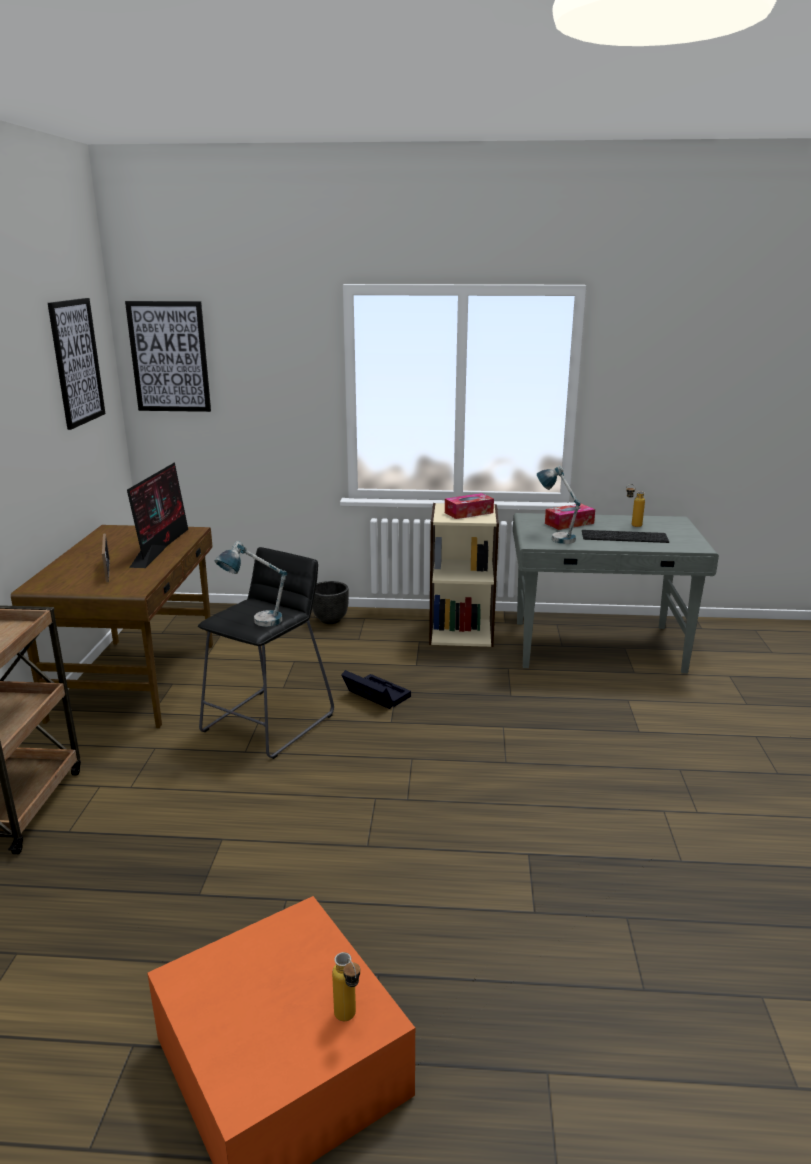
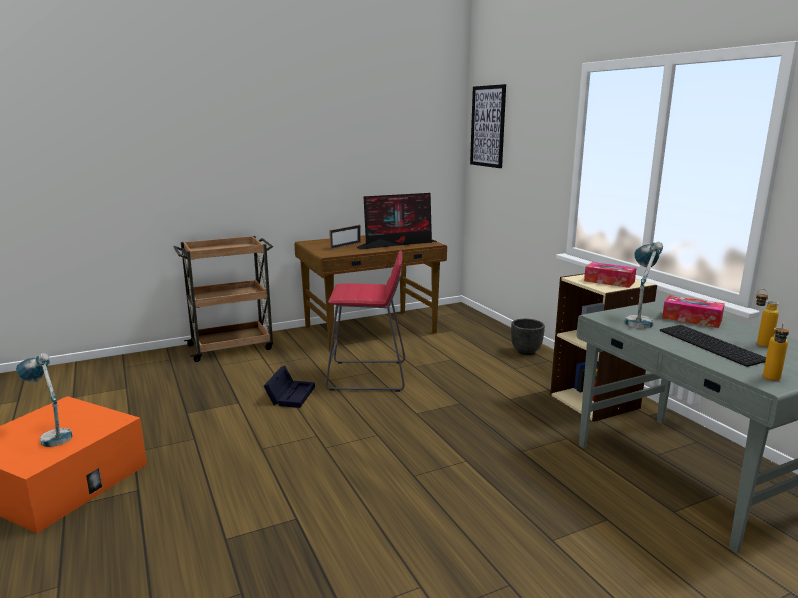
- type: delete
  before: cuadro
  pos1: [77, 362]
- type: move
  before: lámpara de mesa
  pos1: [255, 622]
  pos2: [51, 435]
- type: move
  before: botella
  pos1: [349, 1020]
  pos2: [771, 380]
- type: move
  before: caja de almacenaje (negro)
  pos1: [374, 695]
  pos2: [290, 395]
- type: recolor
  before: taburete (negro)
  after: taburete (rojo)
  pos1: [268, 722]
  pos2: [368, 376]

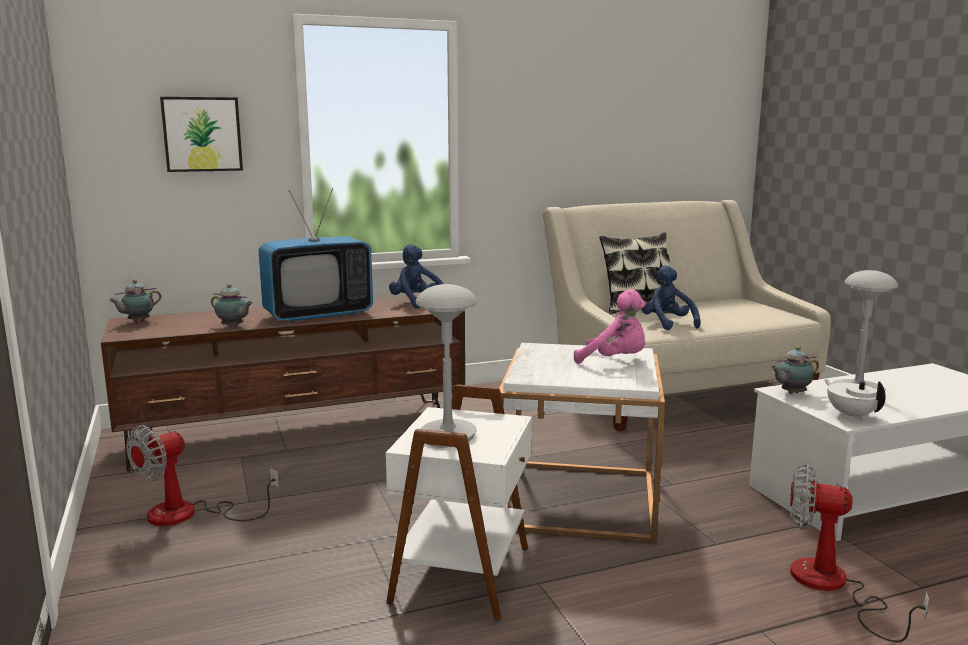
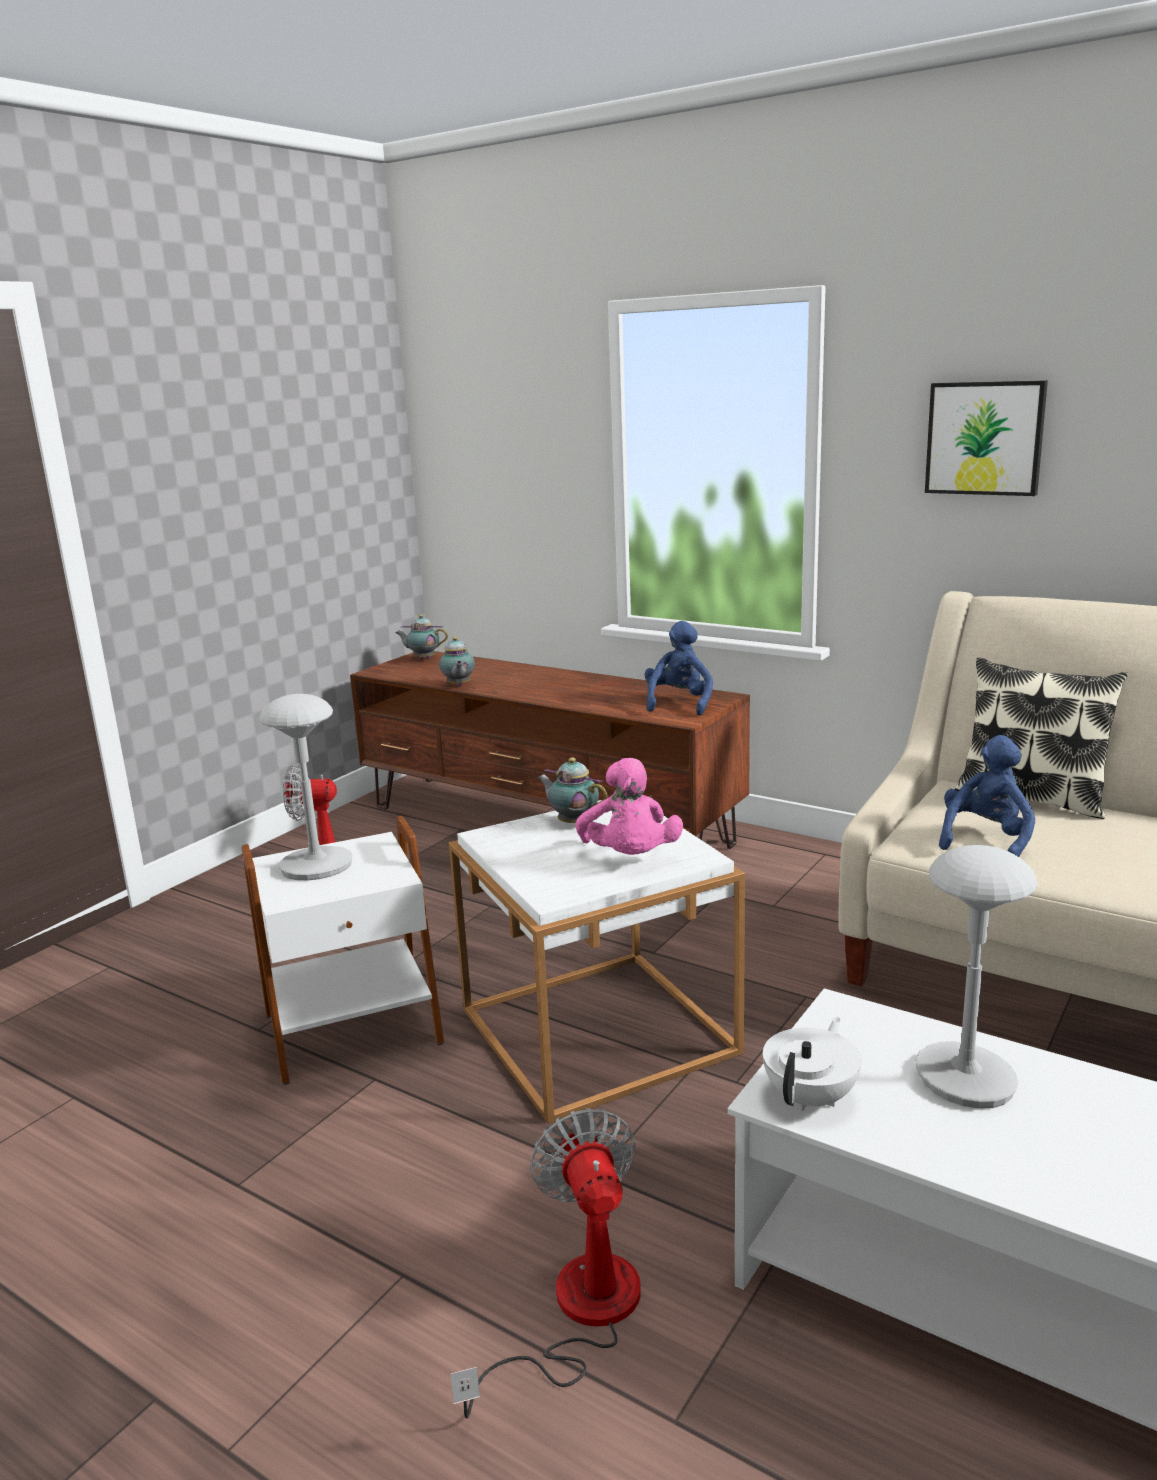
- type: delete
  before: televisor
  pos1: [318, 315]
- type: move
  before: cuadro
  pos1: [202, 134]
  pos2: [985, 438]
- type: move
  before: tetera
  pos1: [791, 393]
  pos2: [573, 823]

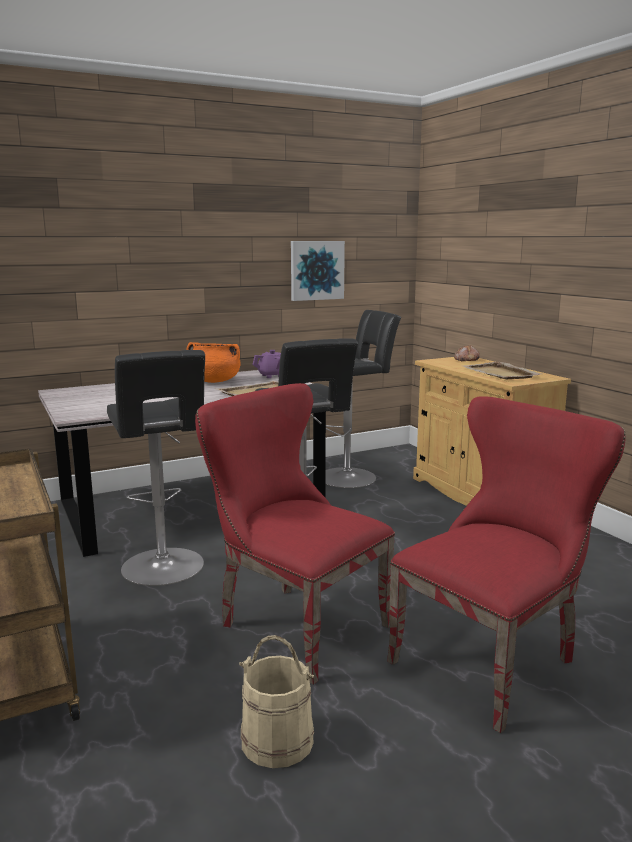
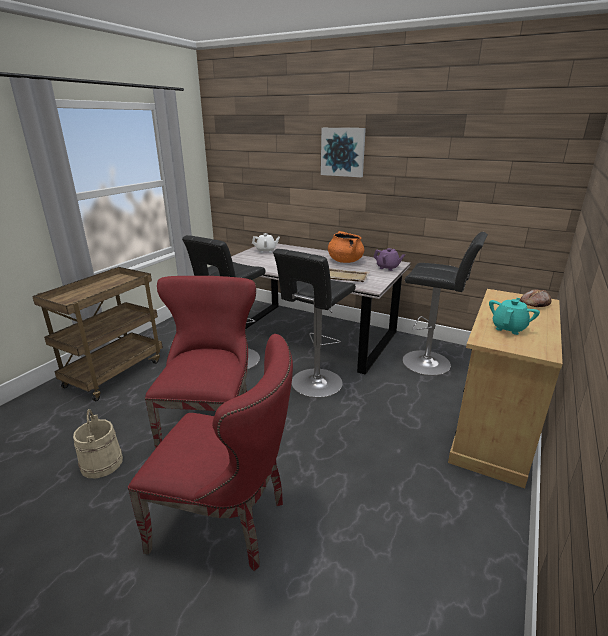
- type: insert
  after: tetera (blanco)
  pos2: [266, 251]
- type: move
  before: cuadro
  pos1: [316, 270]
  pos2: [343, 152]
- type: replace
  before: bandeja (beis)
  after: tetera (turquesa)
  pos1: [500, 373]
  pos2: [509, 328]

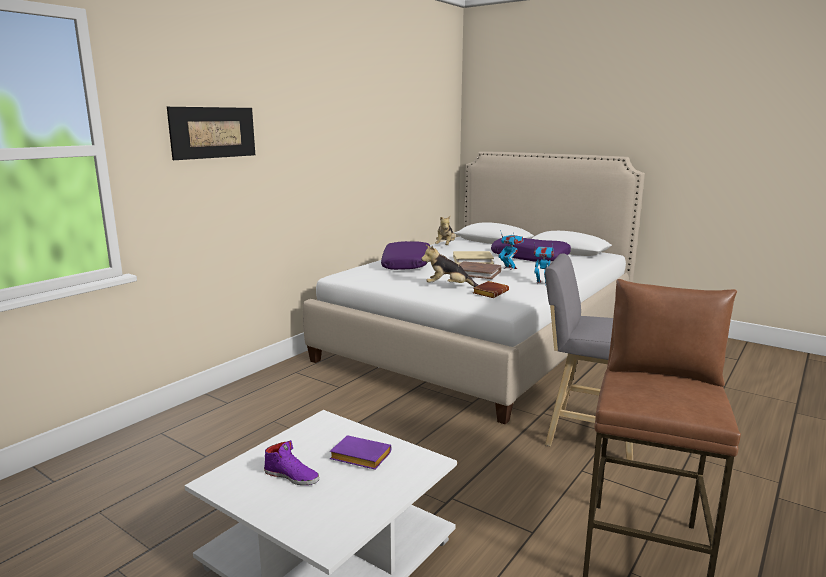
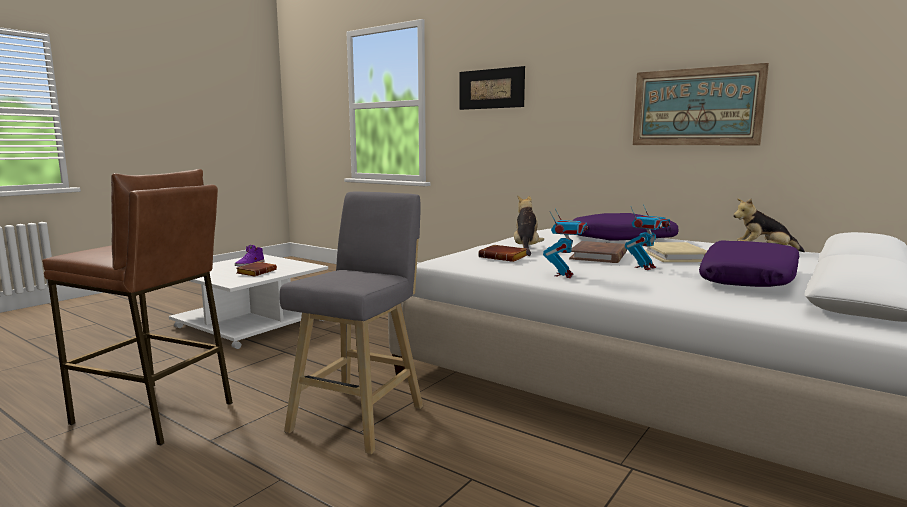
- type: insert
  after: cuadro
  pos2: [696, 107]
- type: recolor
  before: libro (morado)
  after: libro (marrón)
  pos1: [358, 457]
  pos2: [256, 272]

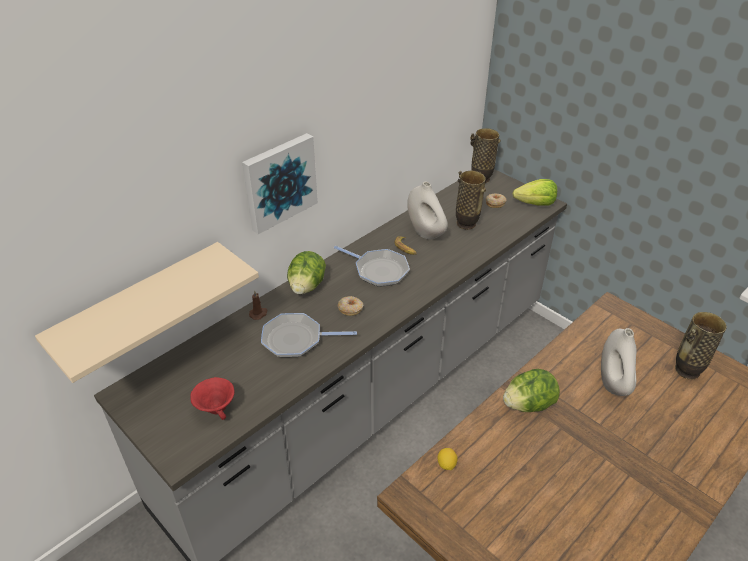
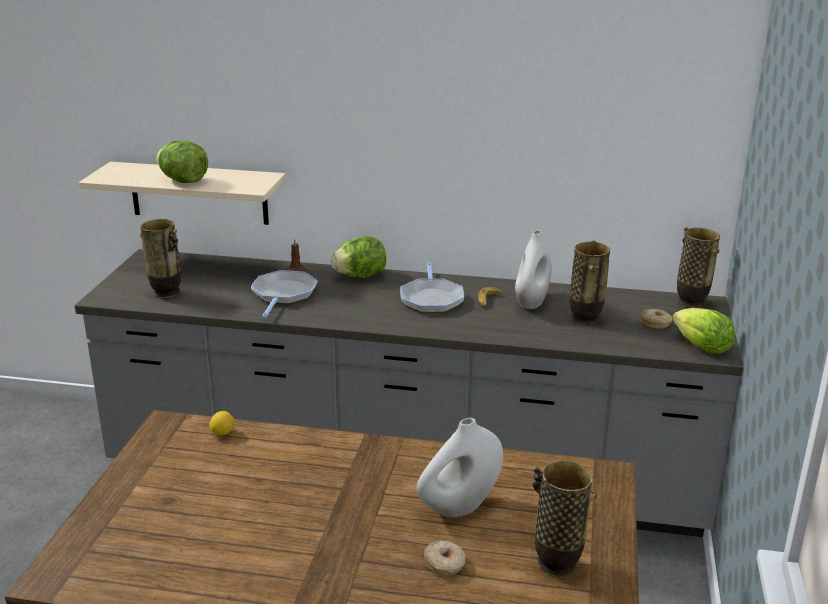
- type: delete
  before: cuadro
  pos1: [279, 182]
- type: move
  before: rosquilla
  pos1: [350, 309]
  pos2: [445, 564]
- type: move
  before: lechuga
  pos1: [528, 404]
  pos2: [183, 181]
- type: replace
  before: cuenco (rojo)
  after: florero
  pos1: [216, 409]
  pos2: [166, 293]
- type: rotate
  before: sartén
  pos1: [296, 339]
  pos2: [283, 294]
  turn: 45

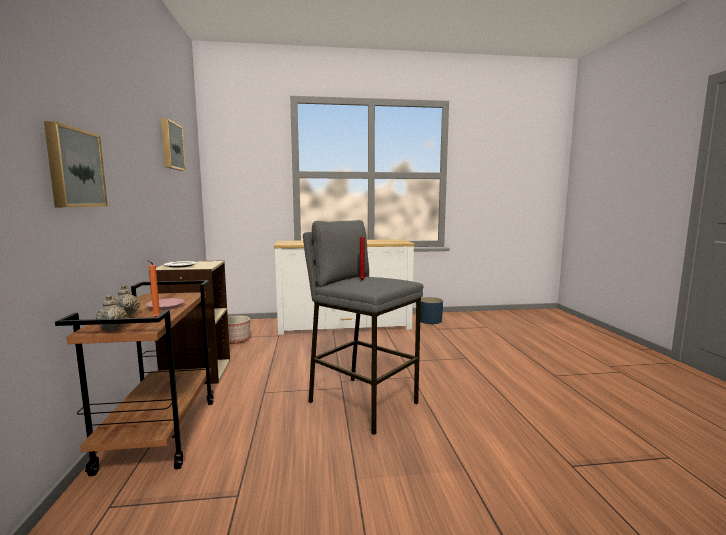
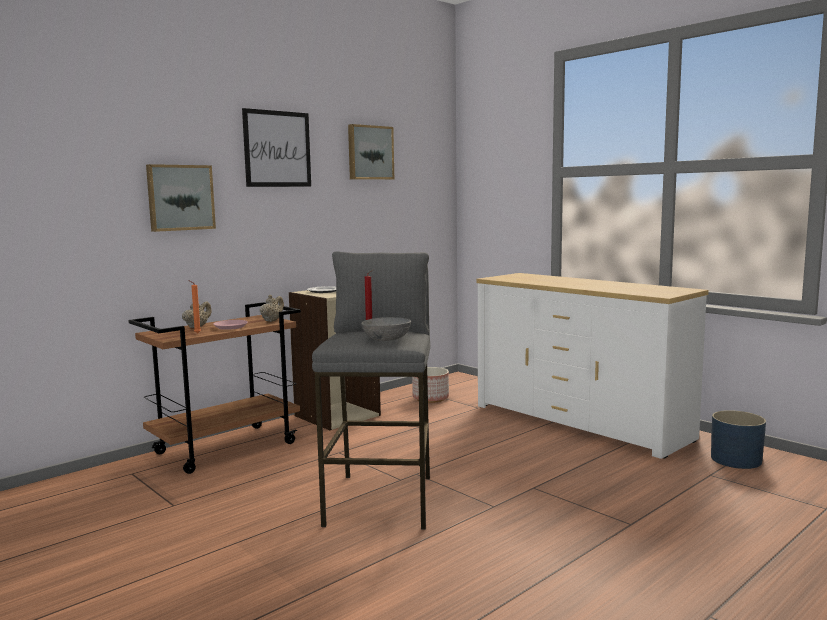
- type: insert
  after: cuadro
  pos2: [277, 149]
- type: insert
  after: cuenco (gris)
  pos2: [387, 339]
- type: move
  before: tetera (beis)
  pos1: [112, 328]
  pos2: [272, 320]

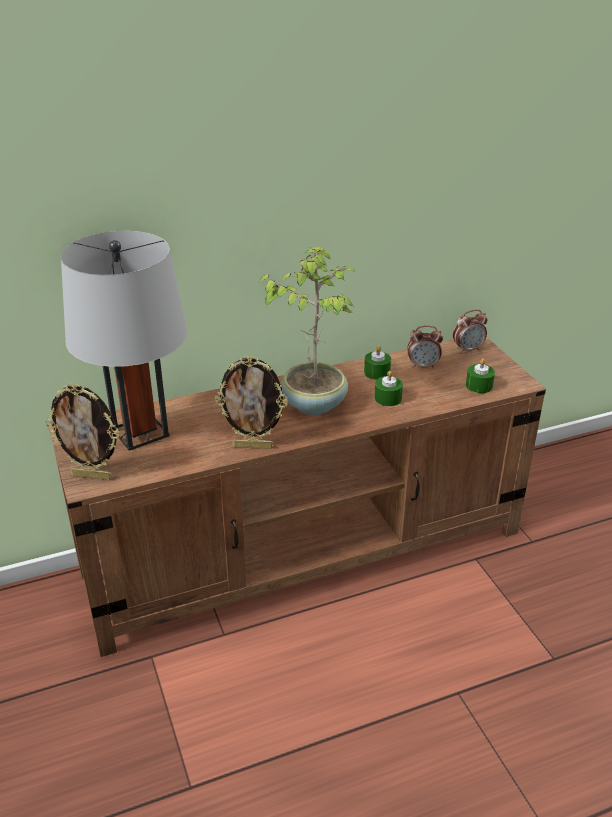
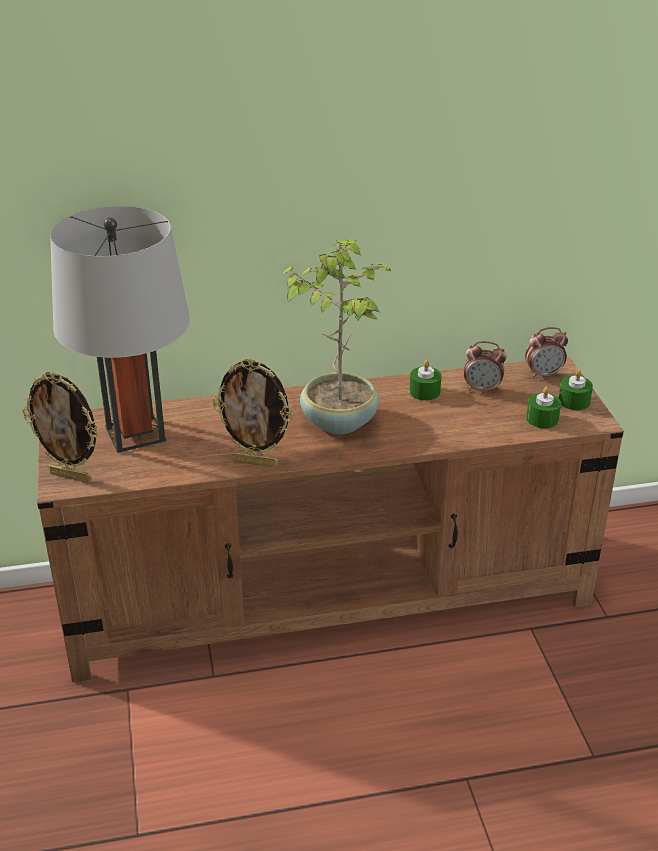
- type: move
  before: vela (verde)
  pos1: [388, 398]
  pos2: [574, 401]

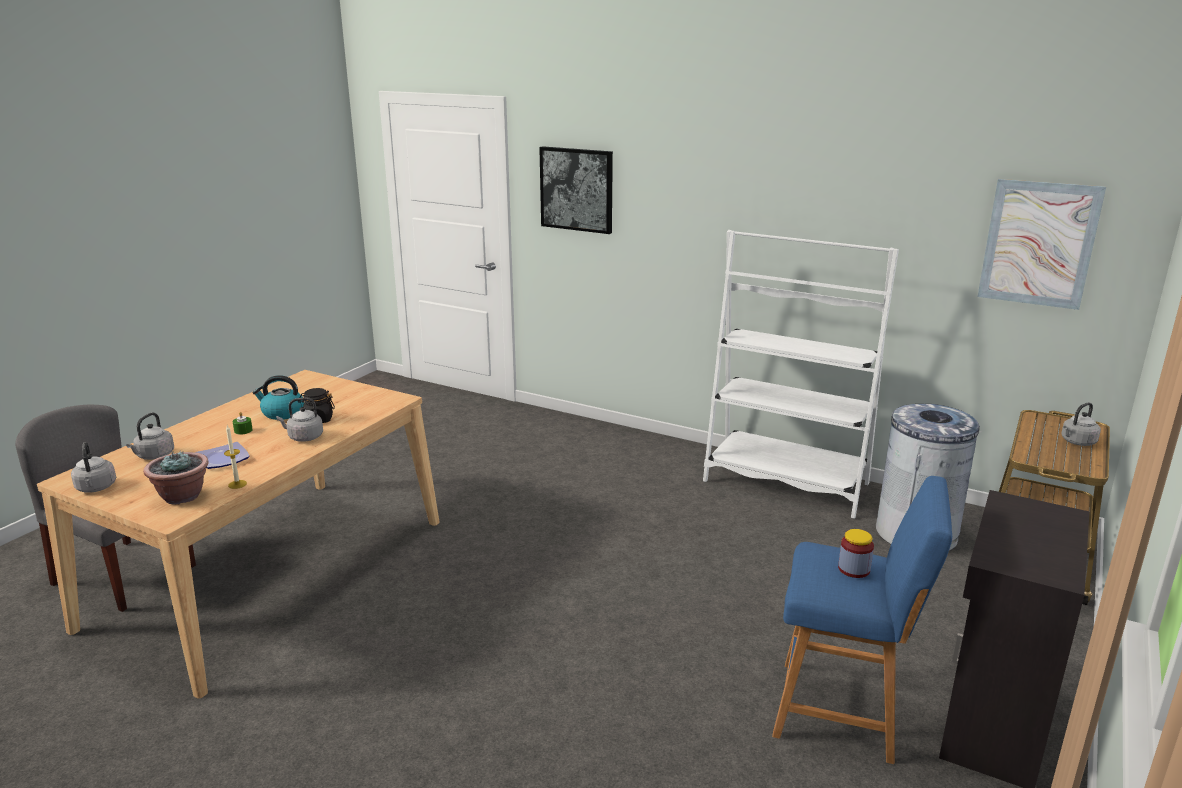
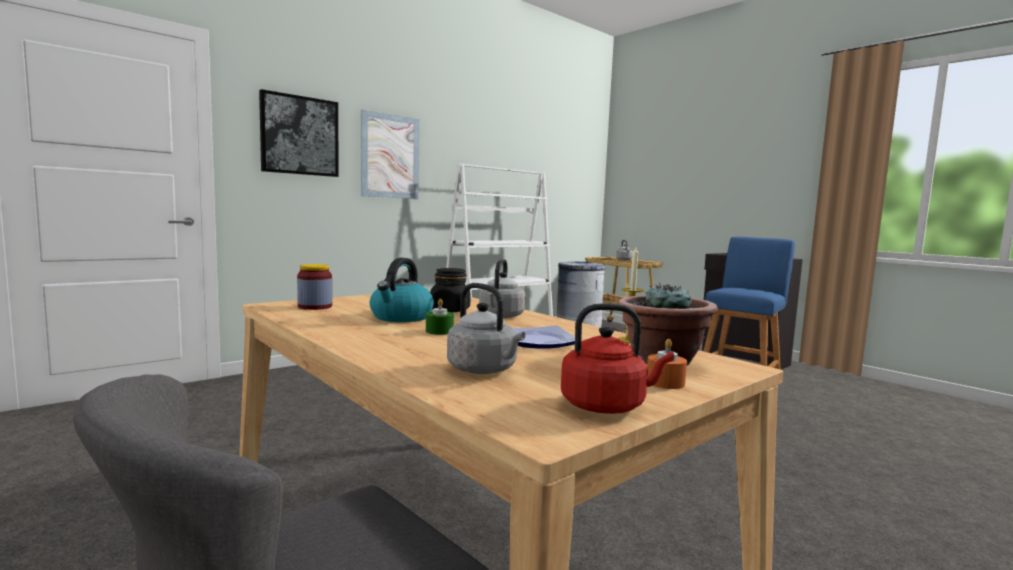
- type: insert
  after: vela (naranja)
  pos2: [665, 382]
- type: move
  before: tarro
  pos1: [854, 569]
  pos2: [315, 306]
- type: move
  before: cuadro
  pos1: [1038, 244]
  pos2: [390, 156]
- type: recolor
  before: hervidor (gris)
  after: hervidor (rojo)
  pos1: [96, 488]
  pos2: [607, 406]

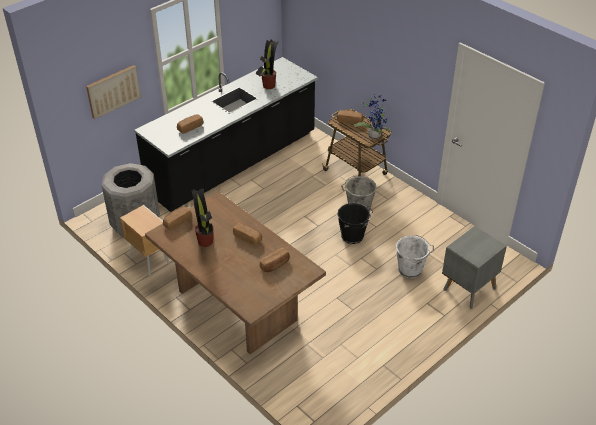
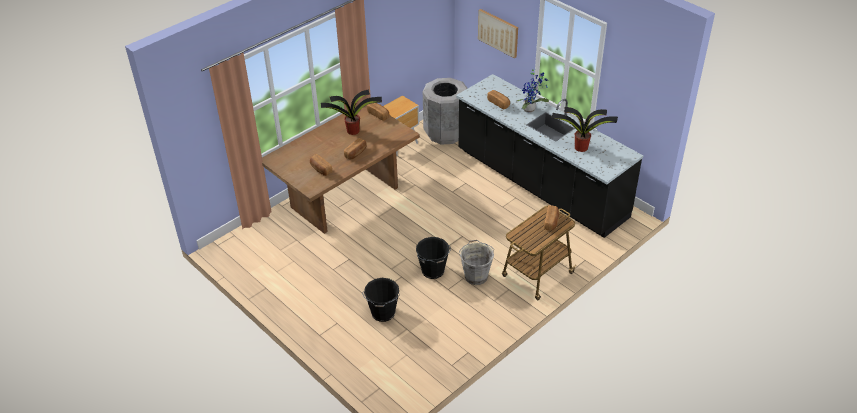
- type: delete
  before: mesita de noche (gris)
  pos1: [468, 289]
- type: move
  before: planta en maceta
  pos1: [374, 135]
  pos2: [530, 109]
- type: recolor
  before: cubo (blanco)
  after: cubo (negro)
  pos1: [411, 270]
  pos2: [383, 313]

